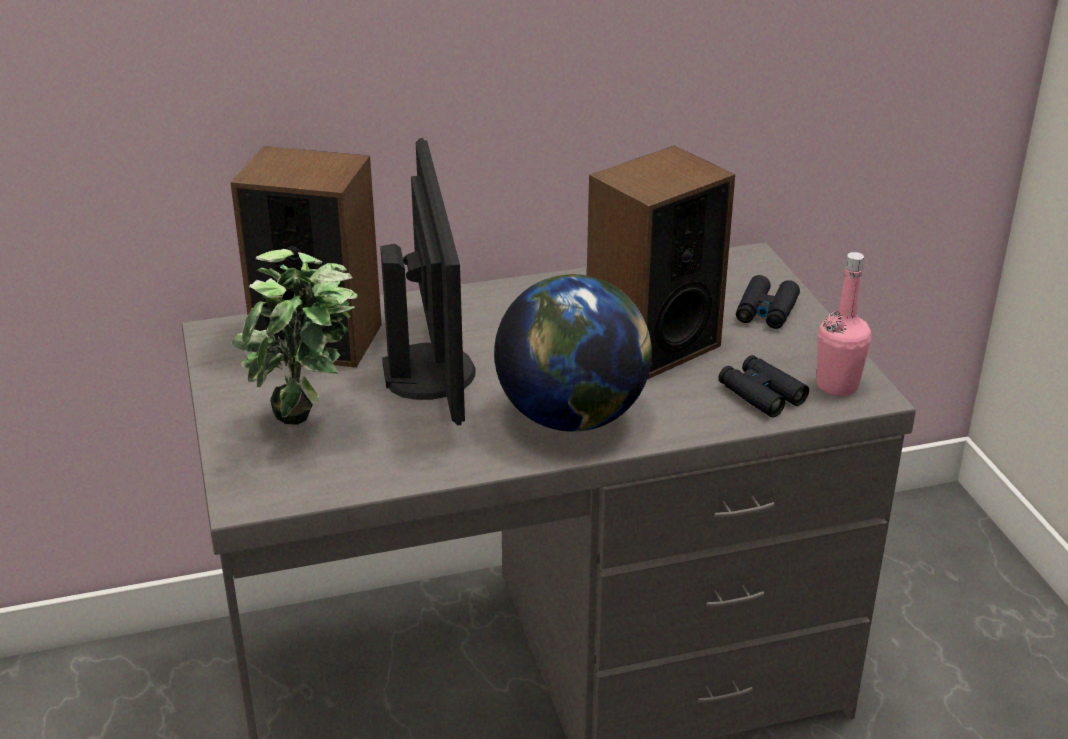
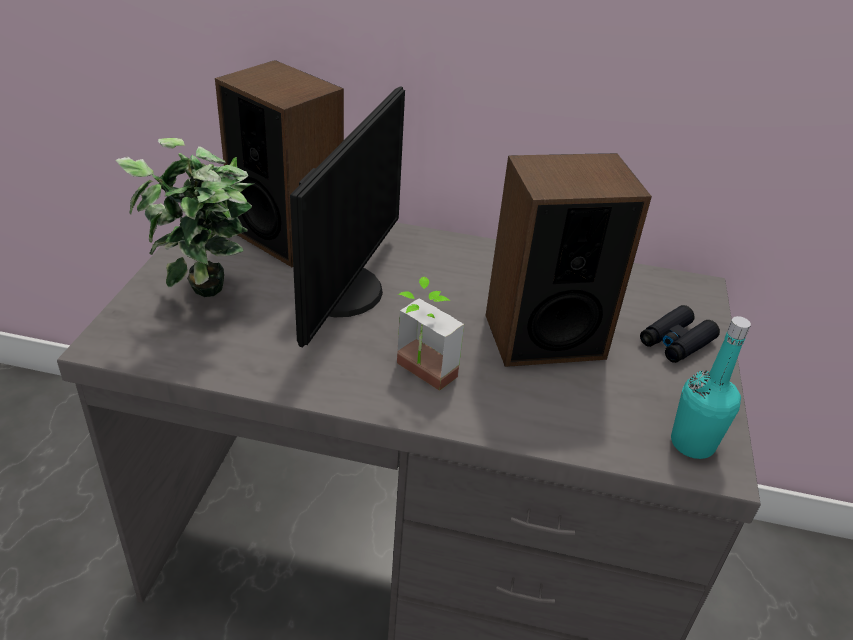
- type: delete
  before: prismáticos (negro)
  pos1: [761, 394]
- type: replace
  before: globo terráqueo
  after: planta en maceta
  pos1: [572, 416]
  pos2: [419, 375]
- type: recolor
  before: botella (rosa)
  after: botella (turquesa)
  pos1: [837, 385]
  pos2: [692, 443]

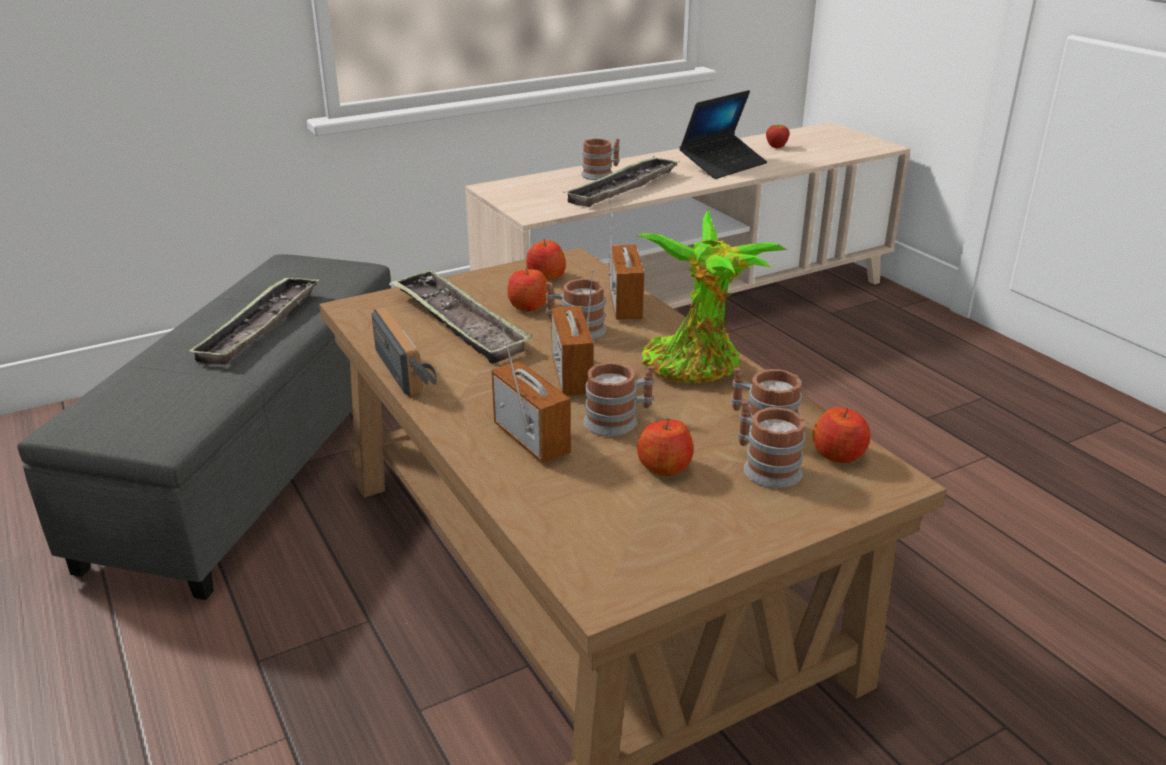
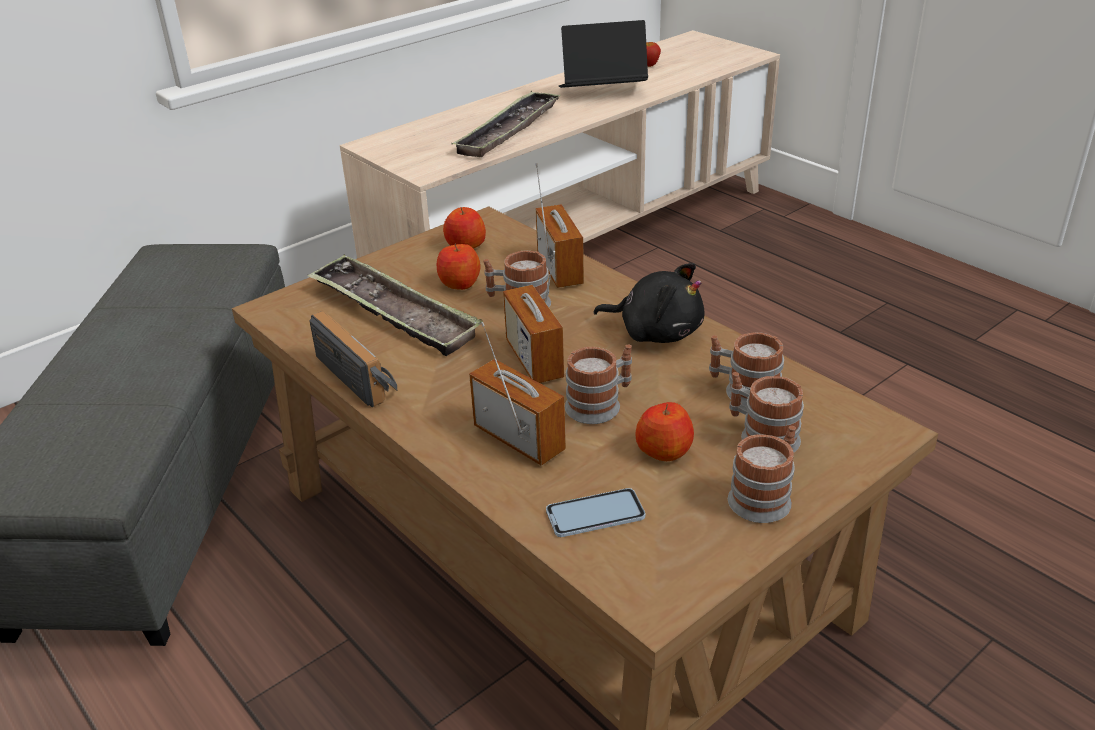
- type: delete
  before: bandeja
  pos1: [260, 327]
- type: delete
  before: manzana
  pos1: [839, 455]
- type: insert
  after: móvil
  pos2: [595, 514]
- type: move
  before: taza grande
  pos1: [601, 174]
  pos2: [765, 496]
- type: replace
  before: planta en maceta
  after: peluche (negro)
  pos1: [696, 367]
  pos2: [656, 332]
- type: rotate
  before: portátil
  pos1: [723, 165]
  pos2: [602, 92]
  turn: -135

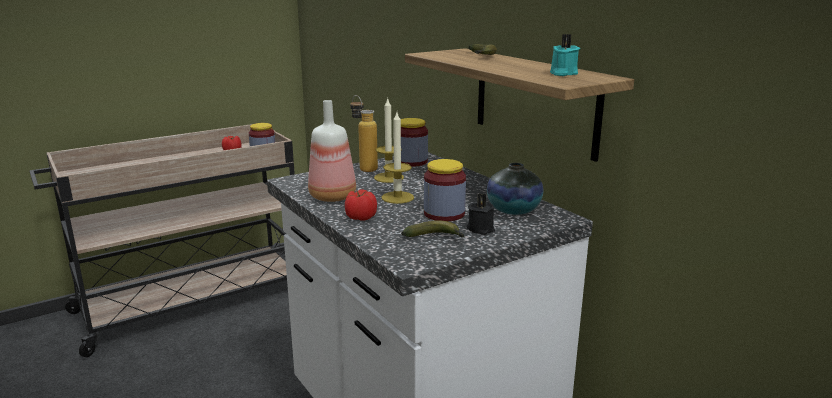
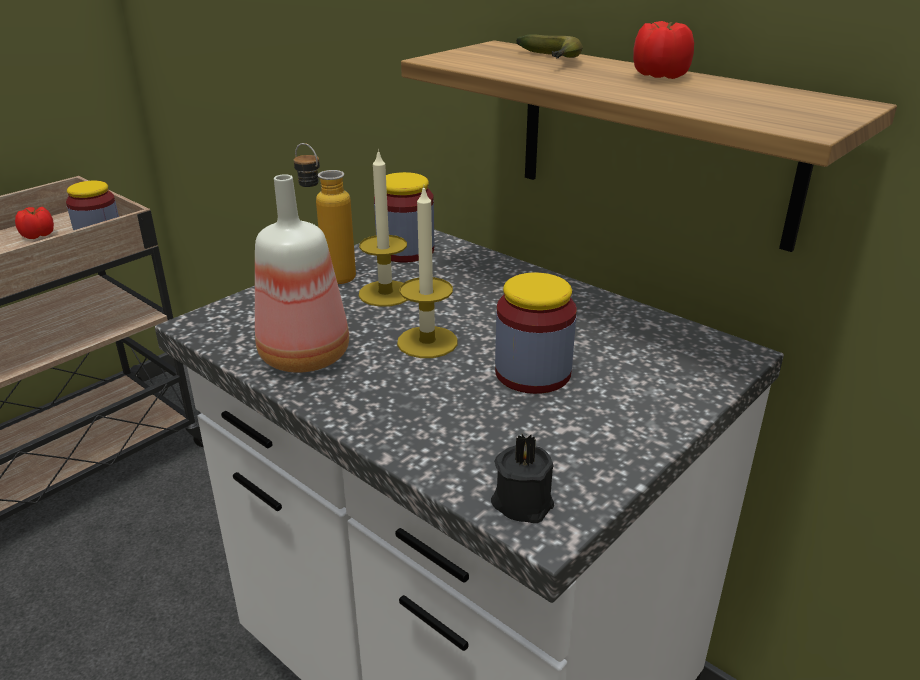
- type: delete
  before: plátano
  pos1: [436, 238]
- type: delete
  before: florero
  pos1: [513, 210]
- type: delete
  before: vela (turquesa)
  pos1: [562, 73]
- type: move
  before: tomate
  pos1: [360, 218]
  pos2: [659, 76]
- type: move
  before: vela (negro)
  pos1: [481, 229]
  pos2: [522, 501]

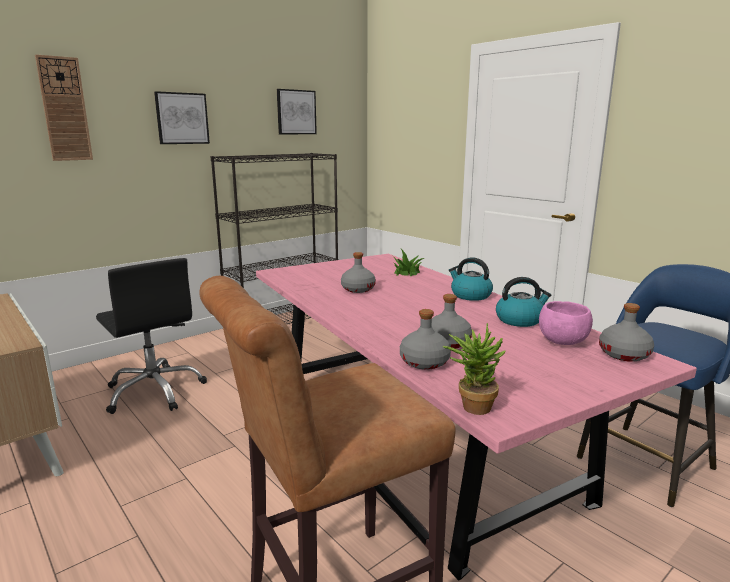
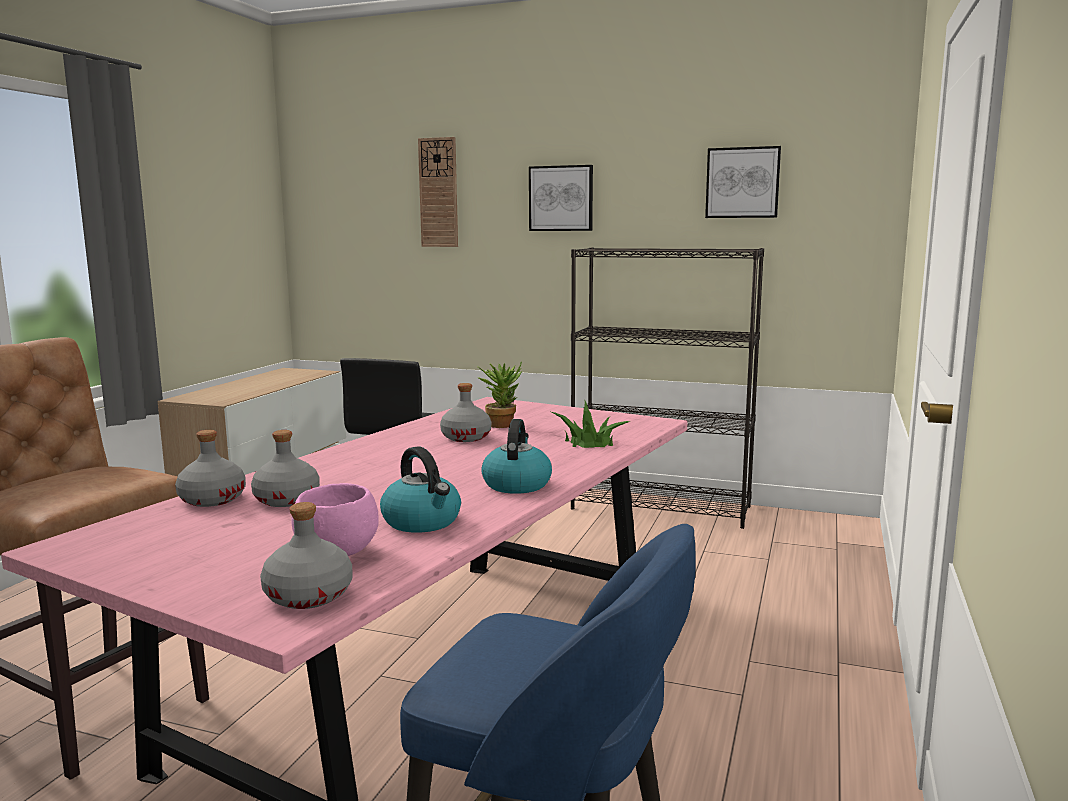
- type: move
  before: planta en maceta
  pos1: [471, 405]
  pos2: [502, 424]

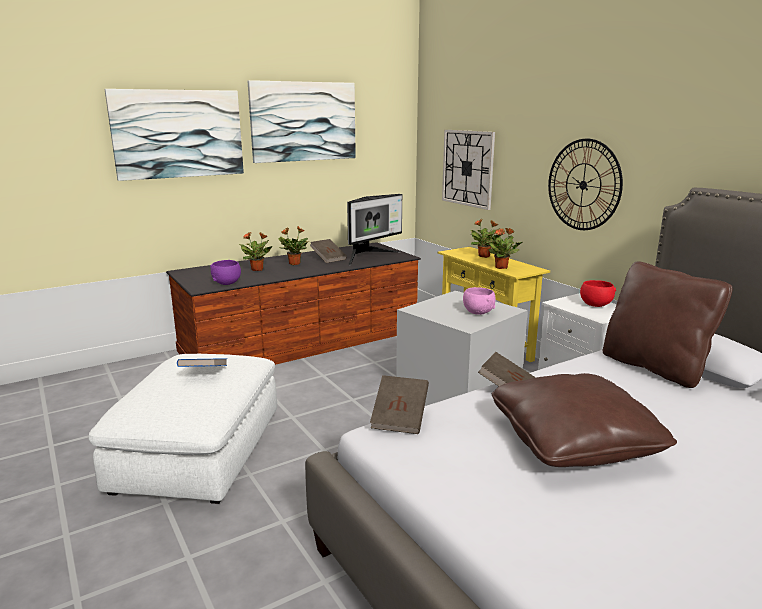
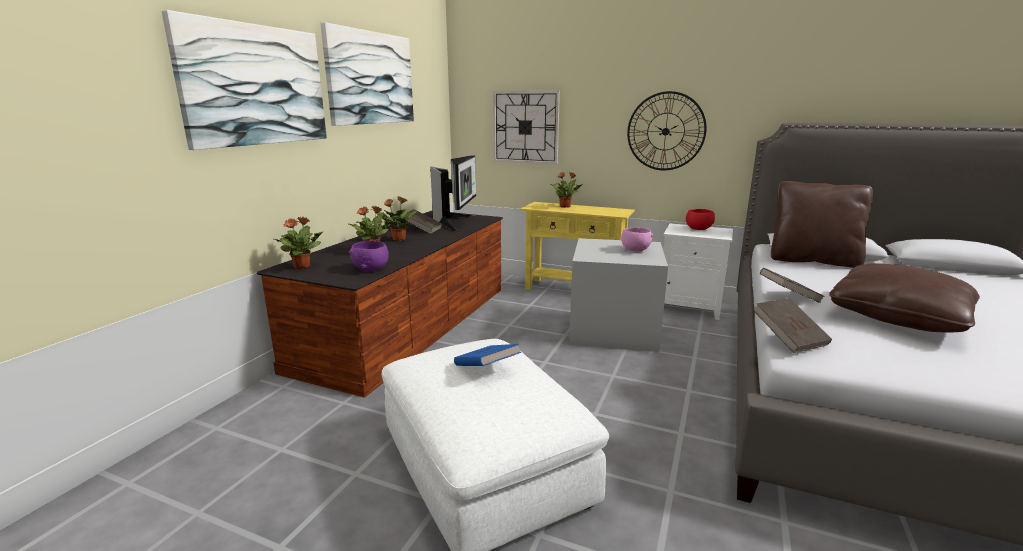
- type: move
  before: planta en maceta
  pos1: [501, 267]
  pos2: [302, 267]

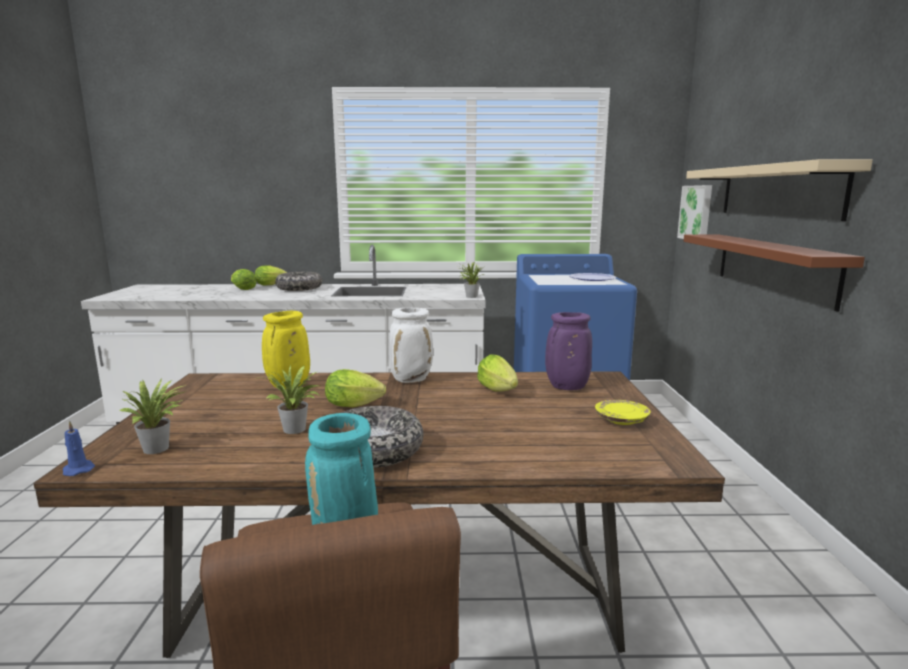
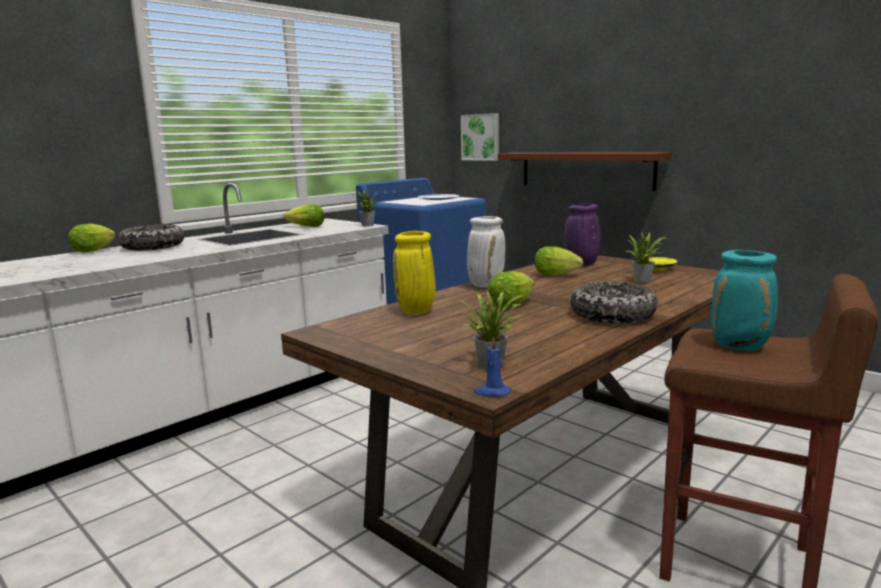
- type: delete
  before: estante (beis)
  pos1: [778, 191]
- type: move
  before: lechuga
  pos1: [242, 289]
  pos2: [305, 227]
- type: move
  before: planta en maceta
  pos1: [295, 430]
  pos2: [644, 281]

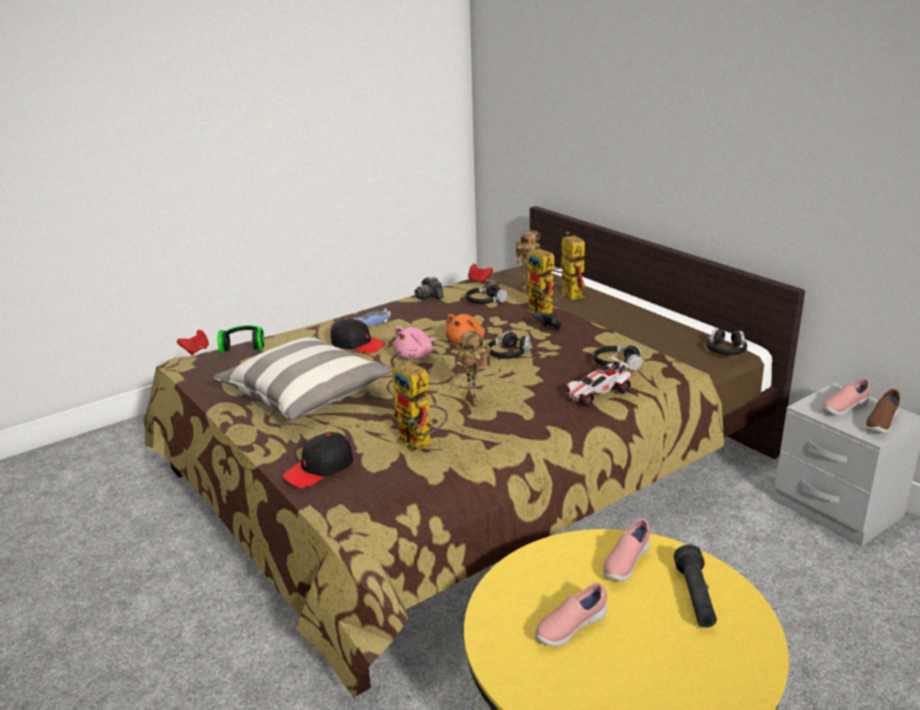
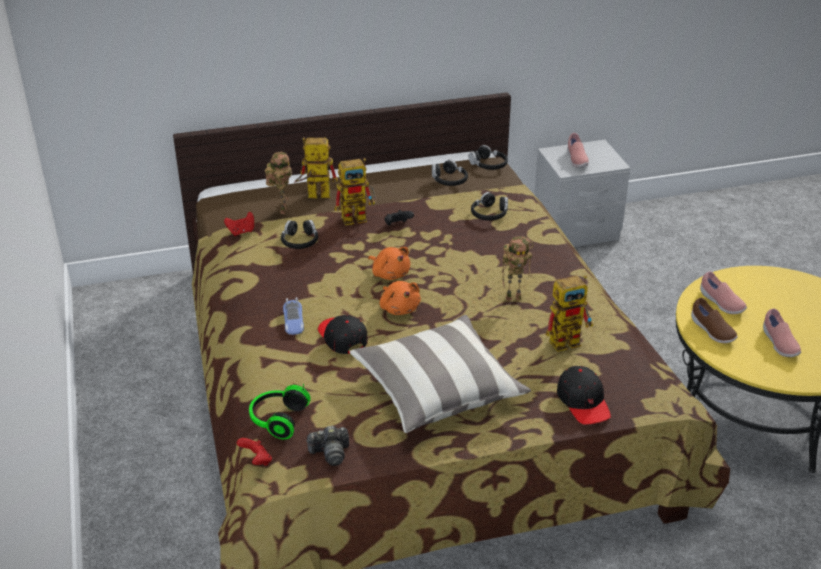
- type: delete
  before: coche de juguete
  pos1: [598, 394]
- type: delete
  before: linterna (negro)
  pos1: [695, 597]
- type: move
  before: cámara
  pos1: [429, 296]
  pos2: [330, 453]
- type: move
  before: auriculares (negro)
  pos1: [508, 353]
  pos2: [449, 180]
- type: move
  before: zapato (marrón)
  pos1: [880, 424]
  pos2: [711, 331]
- type: recolor
  before: peluche (rosa)
  after: peluche (naranja)
  pos1: [416, 356]
  pos2: [399, 308]
- type: rotate
  before: gorra (negro)
  pos1: [357, 344]
  pos2: [342, 338]
  turn: -75

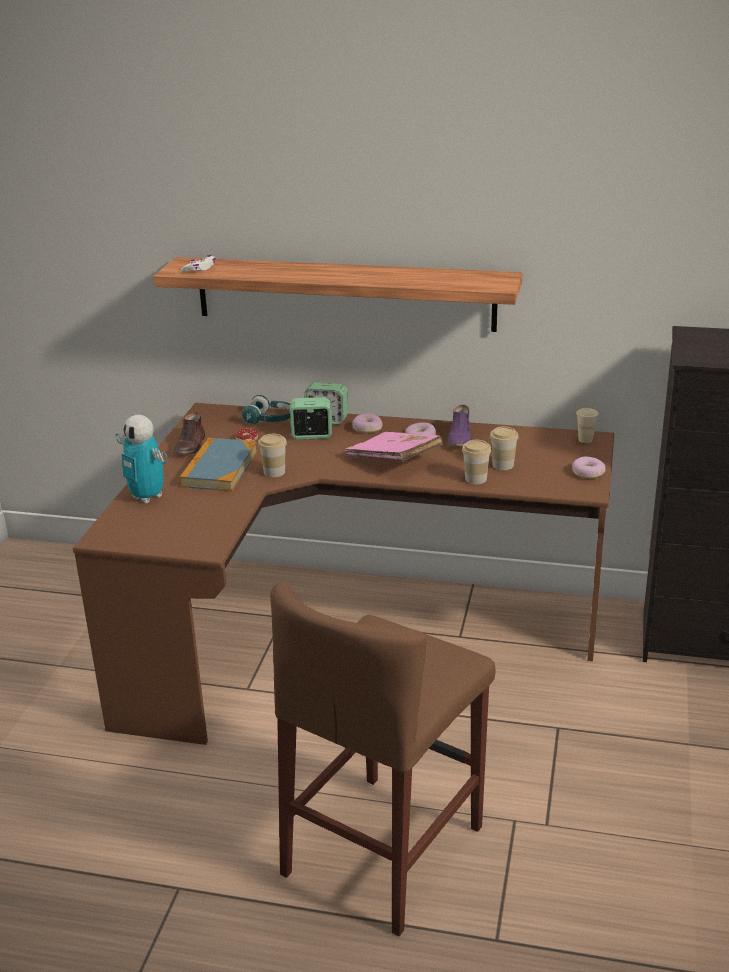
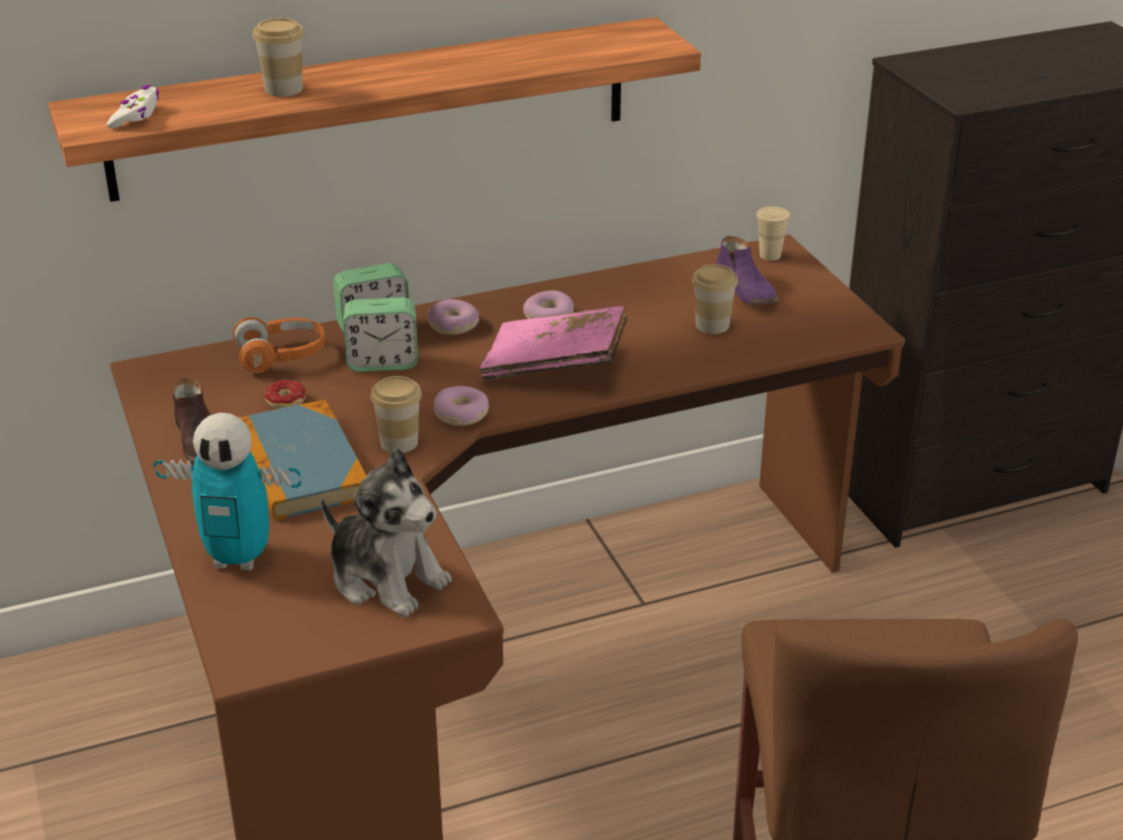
- type: insert
  after: peluche
  pos2: [387, 578]
- type: move
  before: zapato (morado)
  pos1: [460, 438]
  pos2: [747, 290]
- type: move
  before: taza
  pos1: [476, 479]
  pos2: [283, 89]
- type: move
  before: rosquilla
  pos1: [588, 473]
  pos2: [461, 414]
- type: recolor
  before: auriculares (turquesa)
  after: auriculares (naranja)
  pos1: [270, 420]
  pos2: [281, 356]
- type: rotate
  before: despertador
  pos1: [312, 435]
  pos2: [382, 362]
  turn: -150

